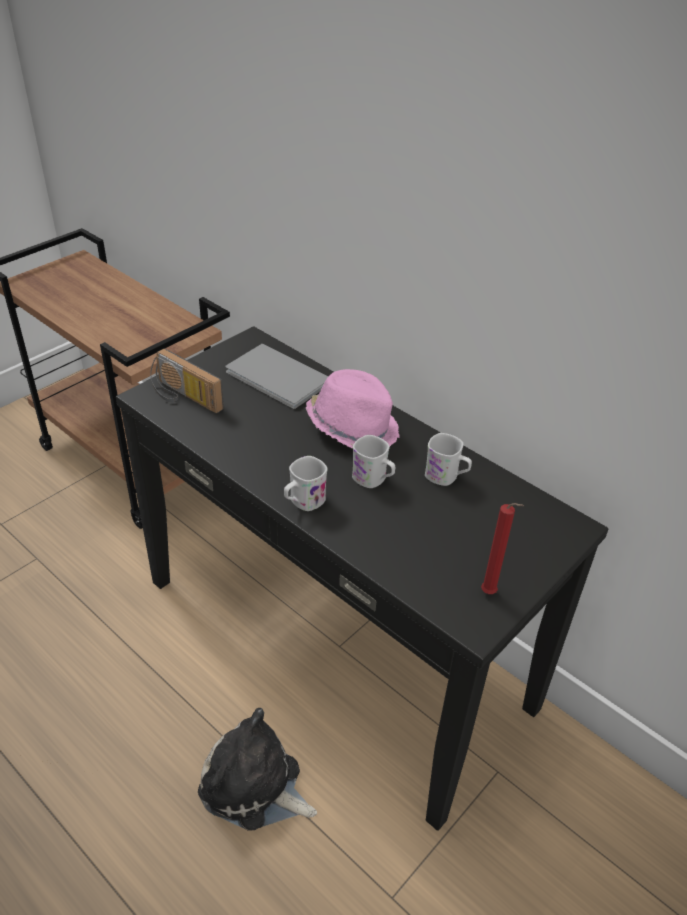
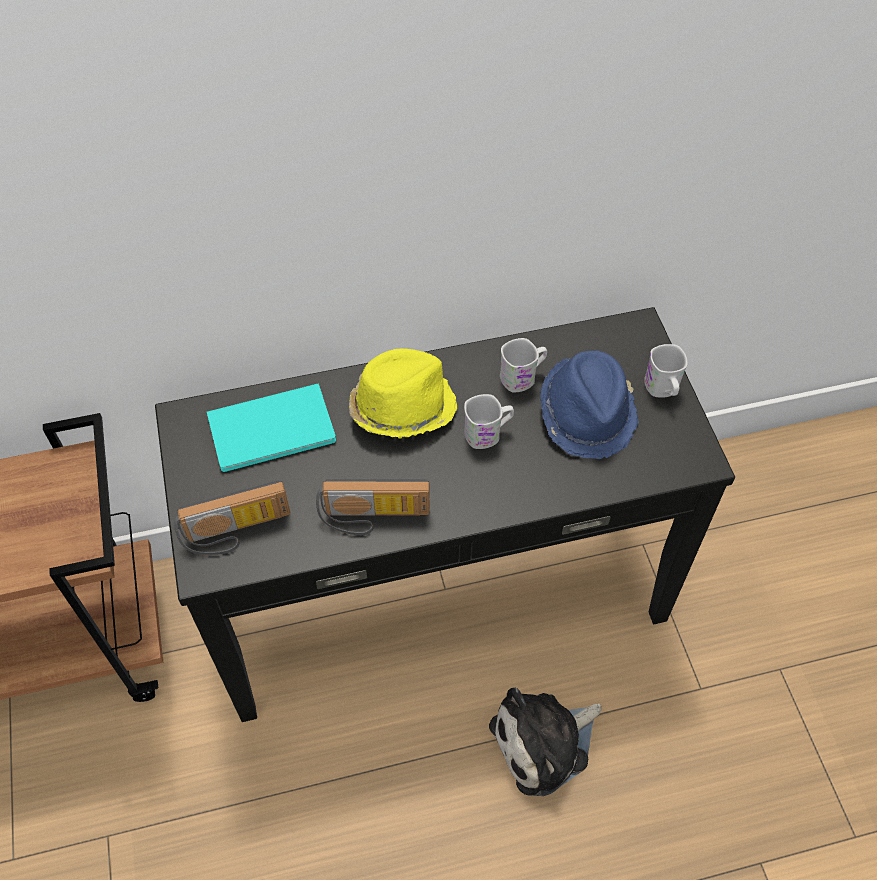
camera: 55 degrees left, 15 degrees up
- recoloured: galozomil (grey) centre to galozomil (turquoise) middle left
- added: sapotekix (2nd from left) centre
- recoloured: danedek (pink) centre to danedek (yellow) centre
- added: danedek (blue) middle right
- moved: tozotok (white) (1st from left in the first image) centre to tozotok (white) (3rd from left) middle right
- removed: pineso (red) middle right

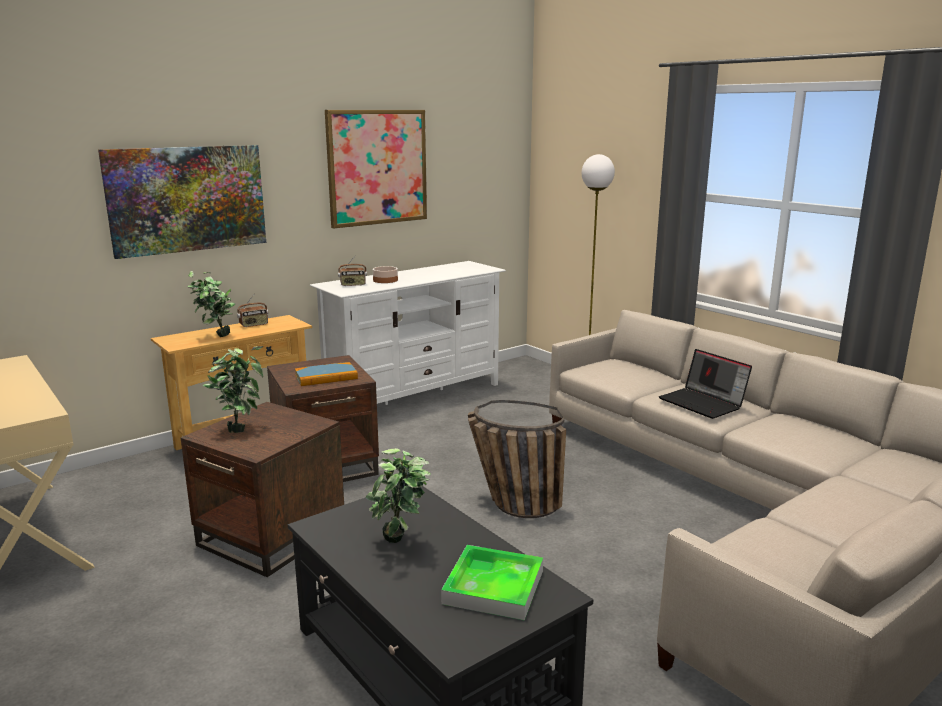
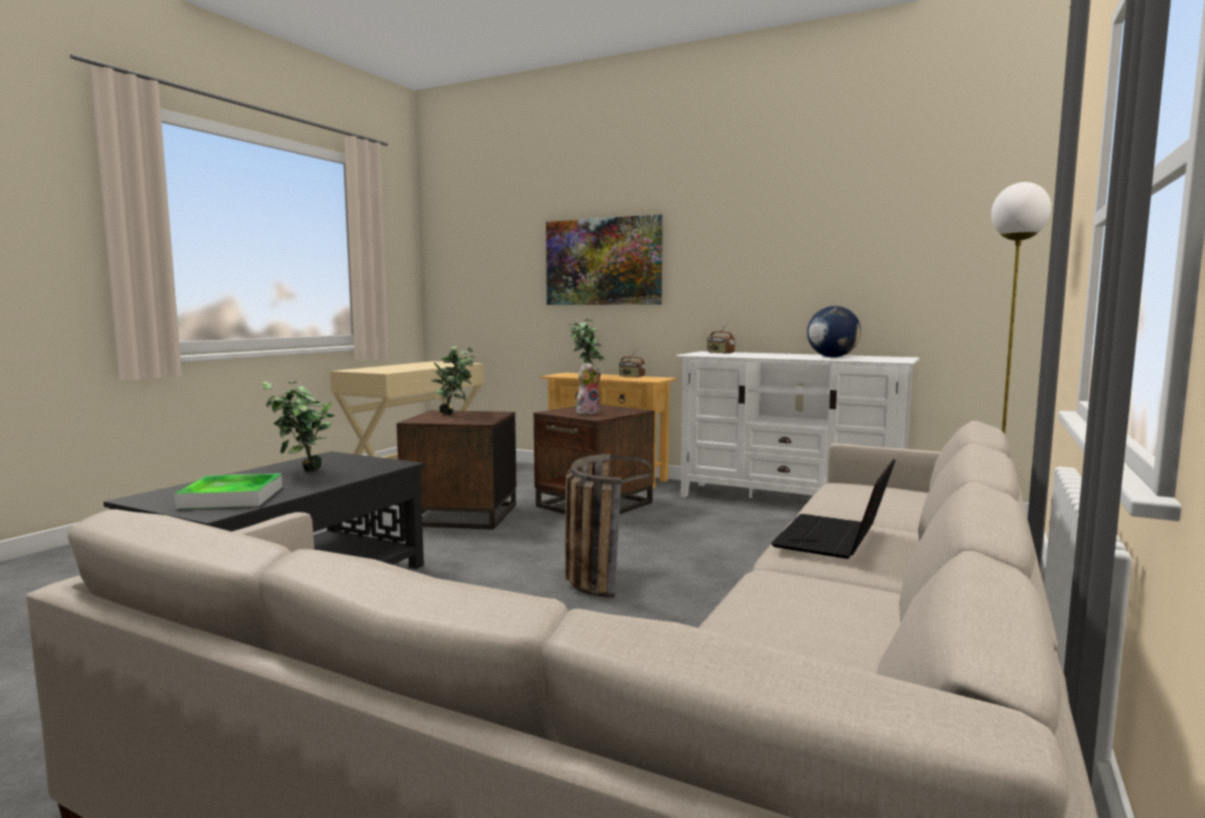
camera: 65 degrees right, 10 degrees down
- replaced: galozomil centre to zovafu centre
- added: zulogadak middle right
- removed: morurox (2nd from left) top centre
- removed: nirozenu centre

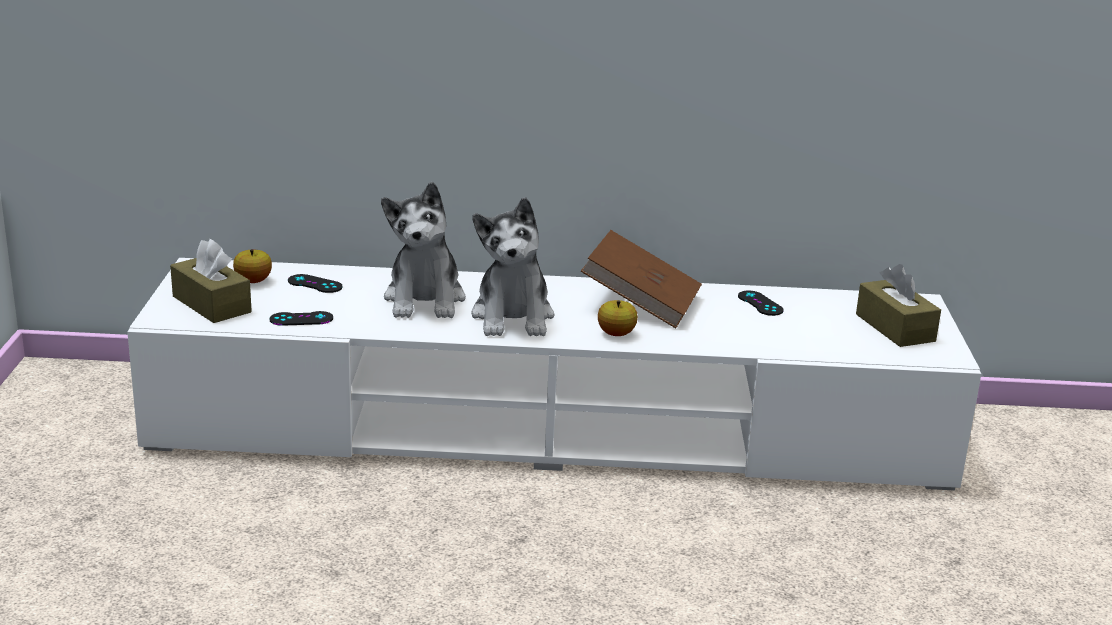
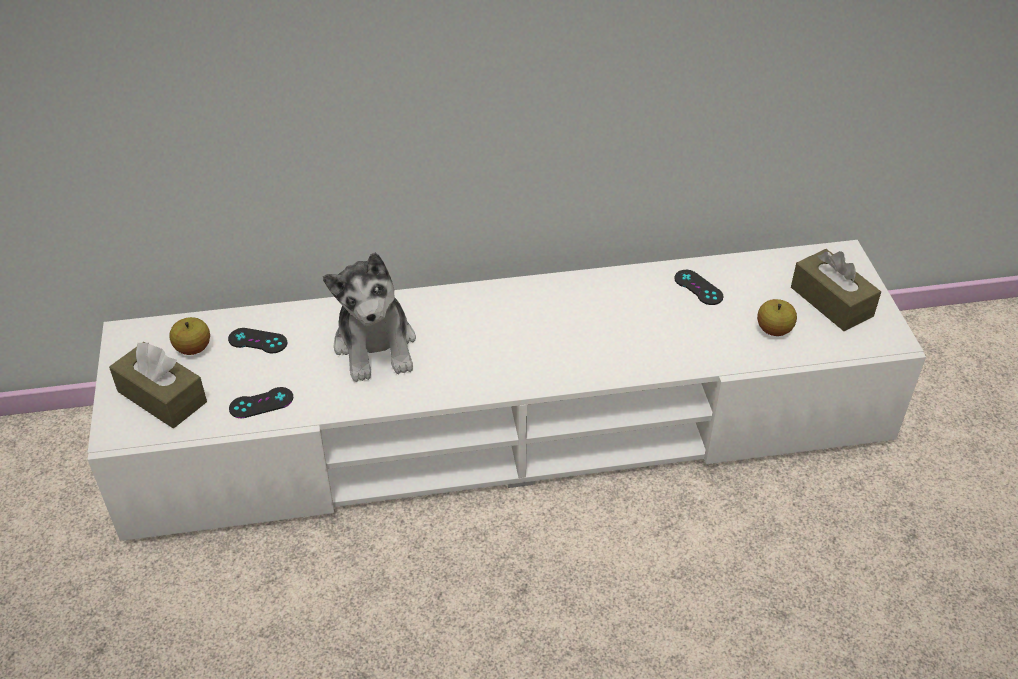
camera: 10 degrees left, 20 degrees up
- moved: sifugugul (2nd from left) centre to middle right
- removed: zovafu (2nd from left) centre
- removed: galozomil (brown) centre

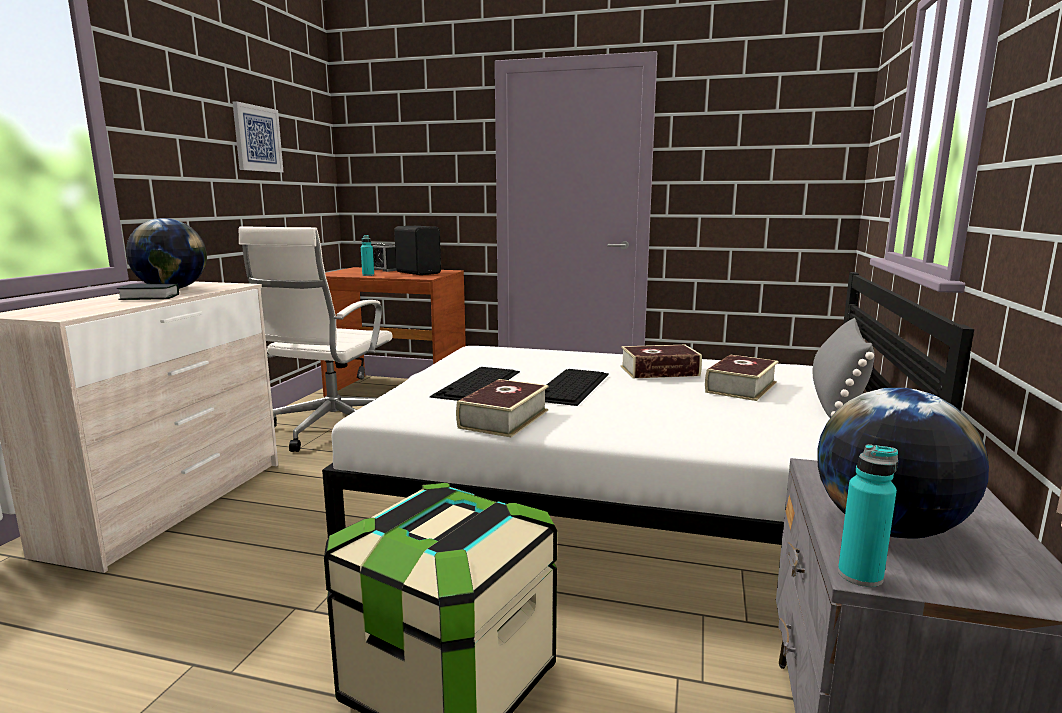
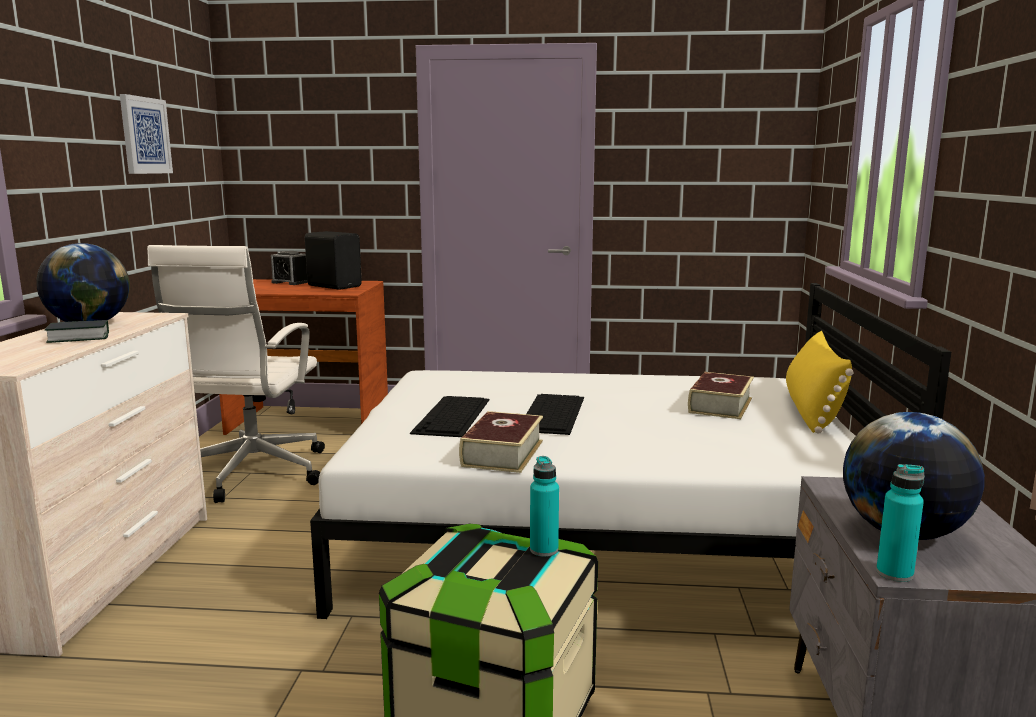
camera: 10 degrees left, 0 degrees up
- moved: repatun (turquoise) (1st from left) centre to bottom centre
- recoloured: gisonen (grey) middle right to gisonen (yellow) middle right
- removed: galozomil (3rd from left) centre

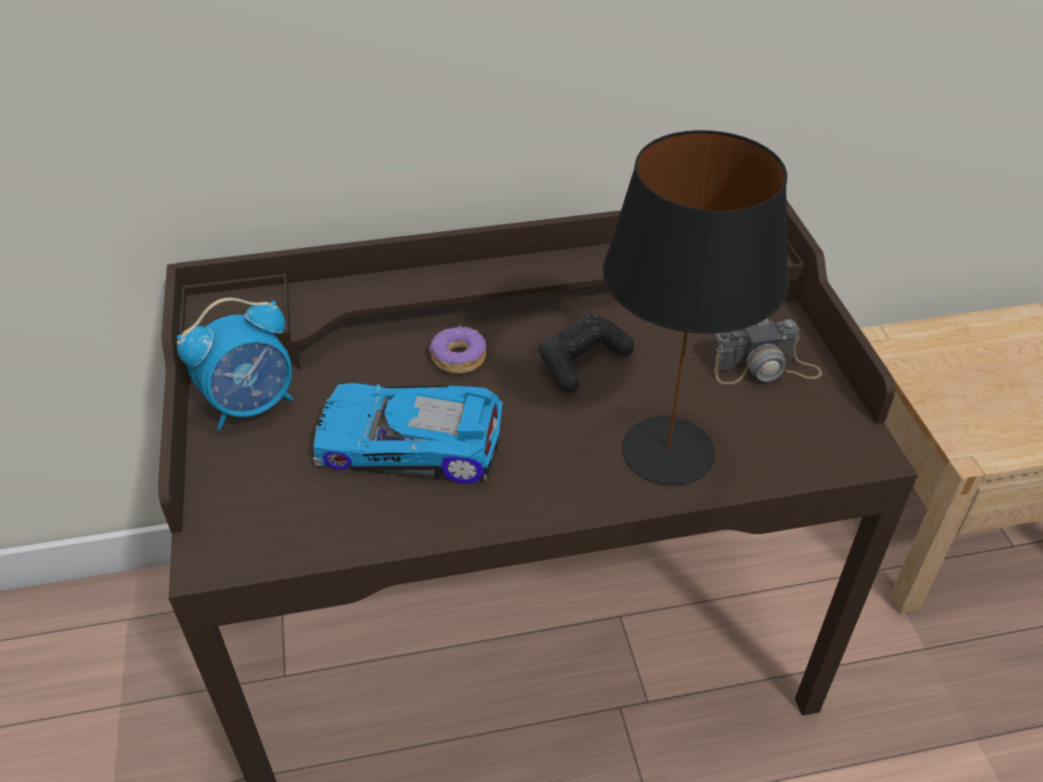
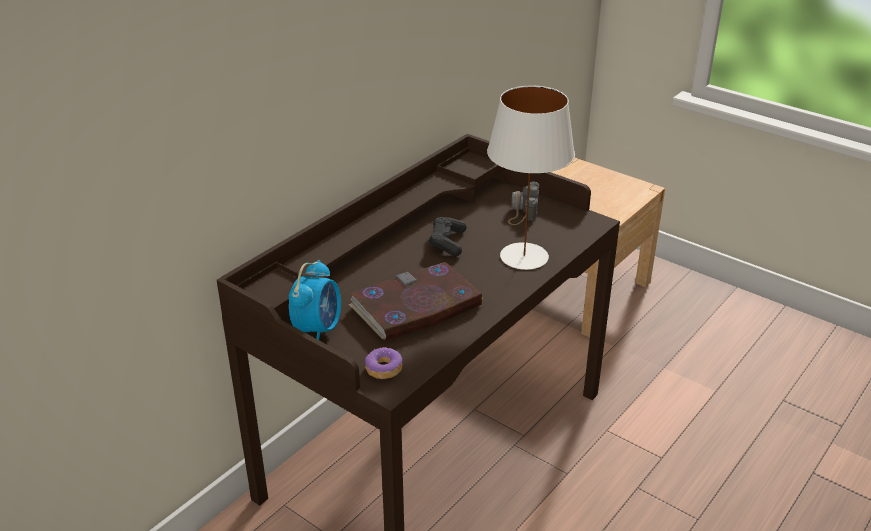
camera: 40 degrees left, 10 degrees down
- replaced: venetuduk centre to galozomil centre
- moved: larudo centre to bottom centre
- recoloured: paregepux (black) middle right to paregepux (white) centre
- turned: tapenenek middle right = centre 150 degrees clockwise

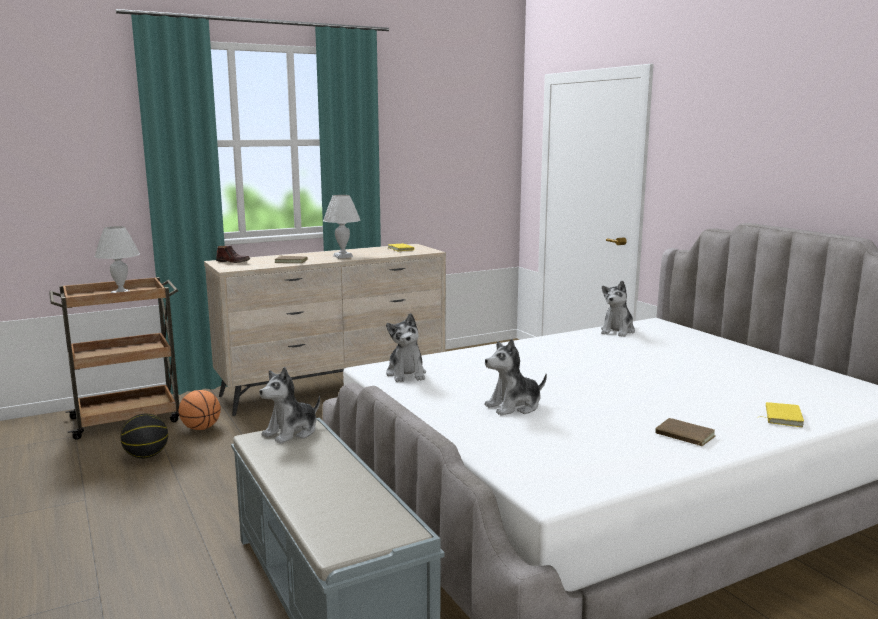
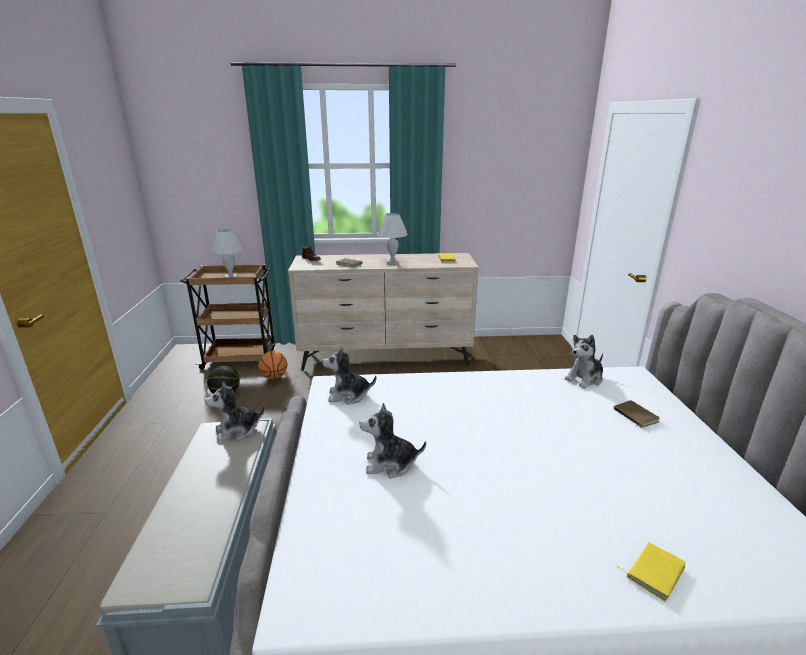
camera: 25 degrees right, 10 degrees up
- turned: zovafu (2nd from left) centre = centre 75 degrees clockwise
- moved: galozomil (brown) (2nd from left) bottom right to middle right

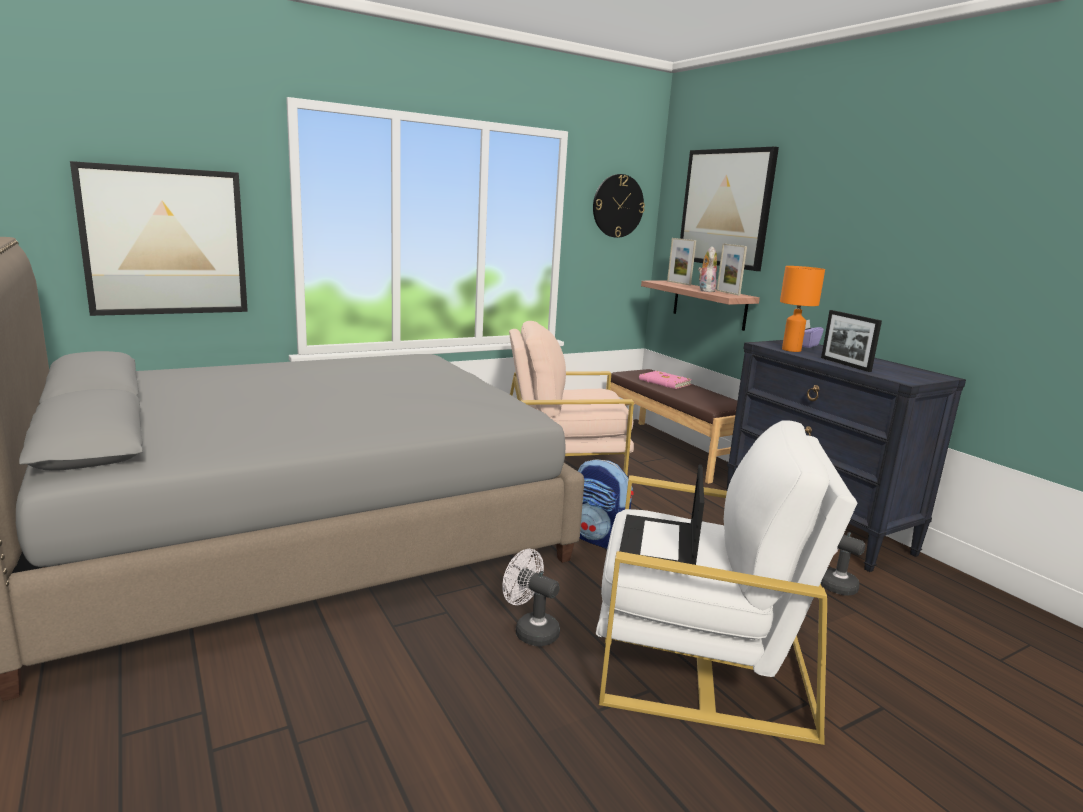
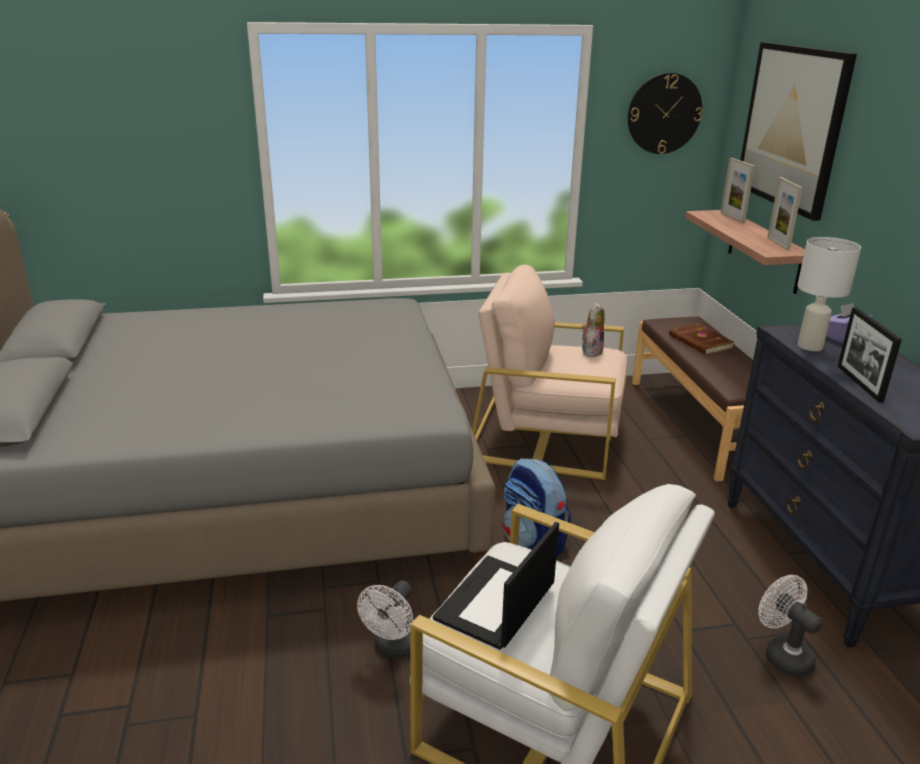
camera: 20 degrees right, 10 degrees up
- turned: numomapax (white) (1st from left) bottom centre = bottom centre 120 degrees counterclockwise
- moved: zovafu top centre to centre
- recoloured: galozomil (pink) centre to galozomil (brown) middle right
- recoloured: paregepux (orange) middle right to paregepux (white) middle right
- removed: morurox (1st from left) top left

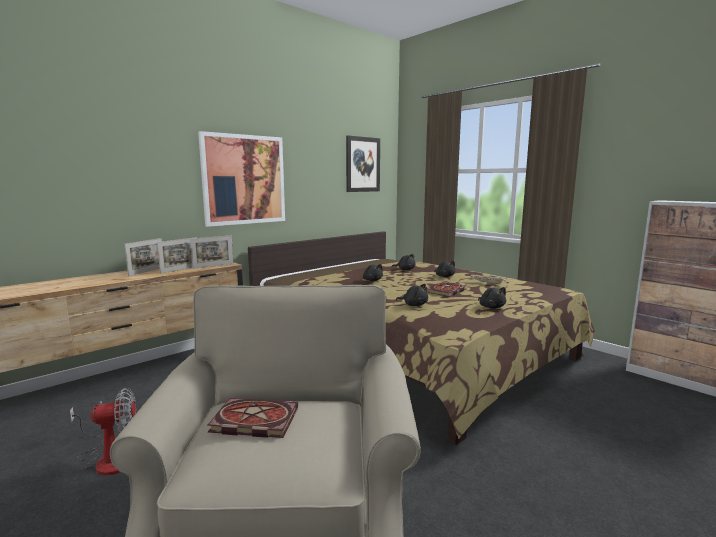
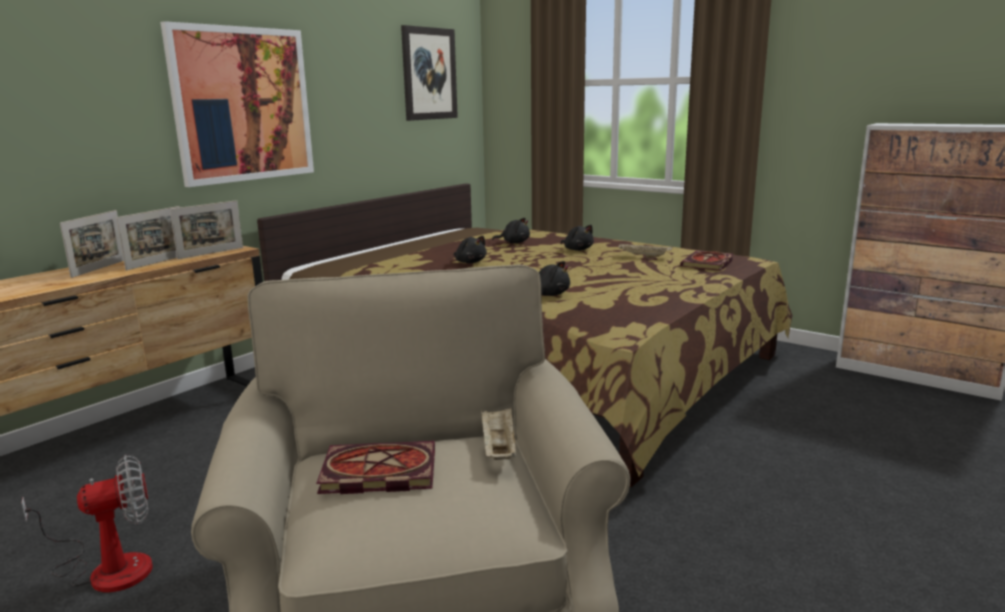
camera: 10 degrees left, 5 degrees up
- added: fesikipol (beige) (1st from left) bottom centre
- moved: galozomil (2nd from left) centre to middle right
- removed: zovafu (black) (5th from left) middle right

